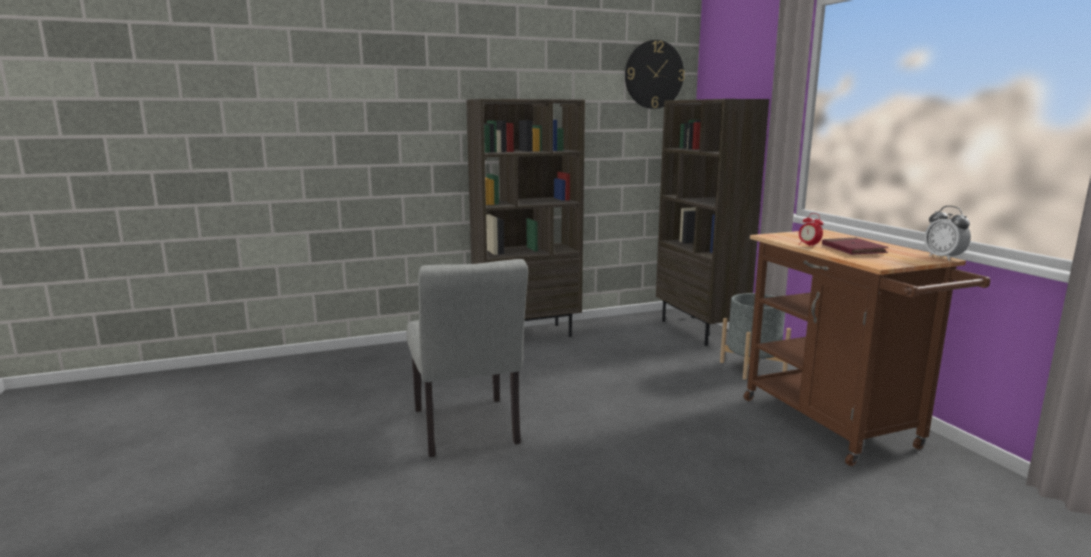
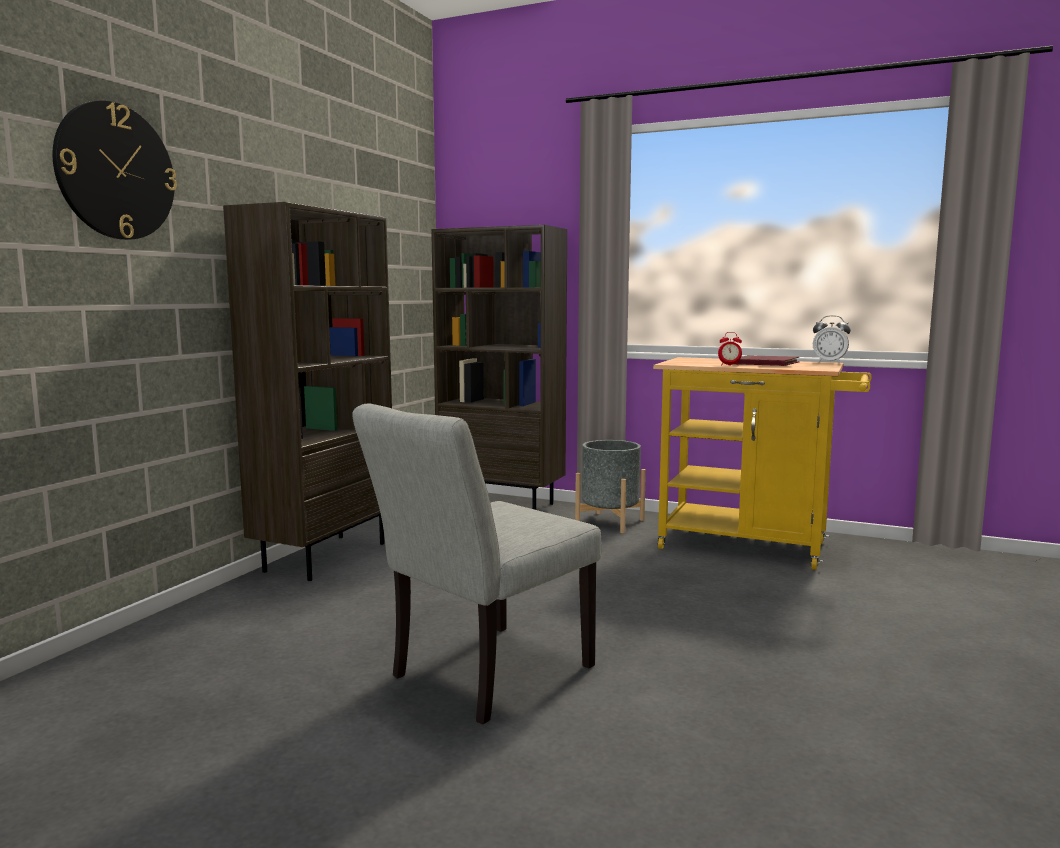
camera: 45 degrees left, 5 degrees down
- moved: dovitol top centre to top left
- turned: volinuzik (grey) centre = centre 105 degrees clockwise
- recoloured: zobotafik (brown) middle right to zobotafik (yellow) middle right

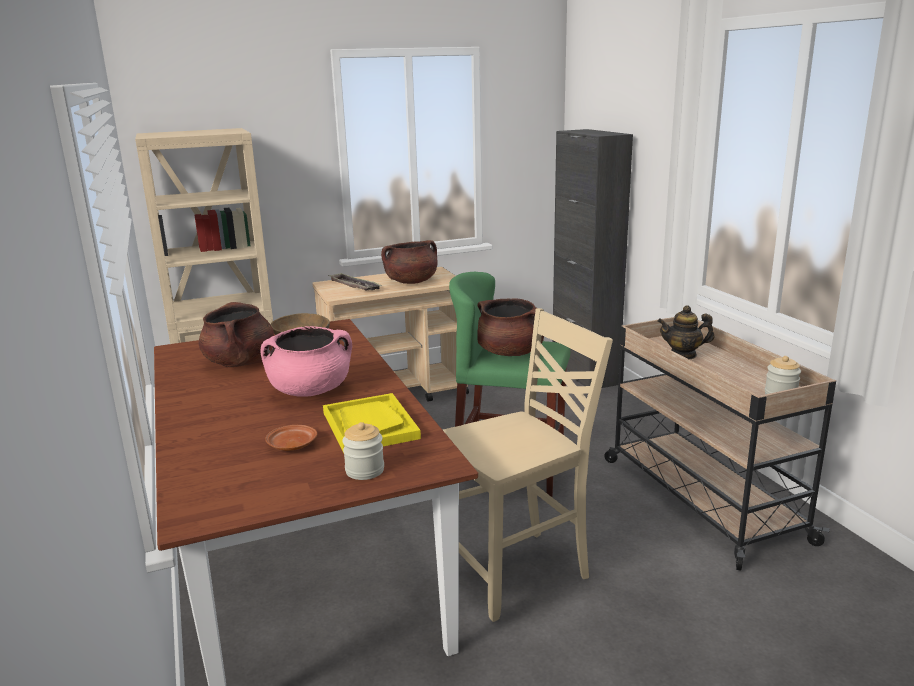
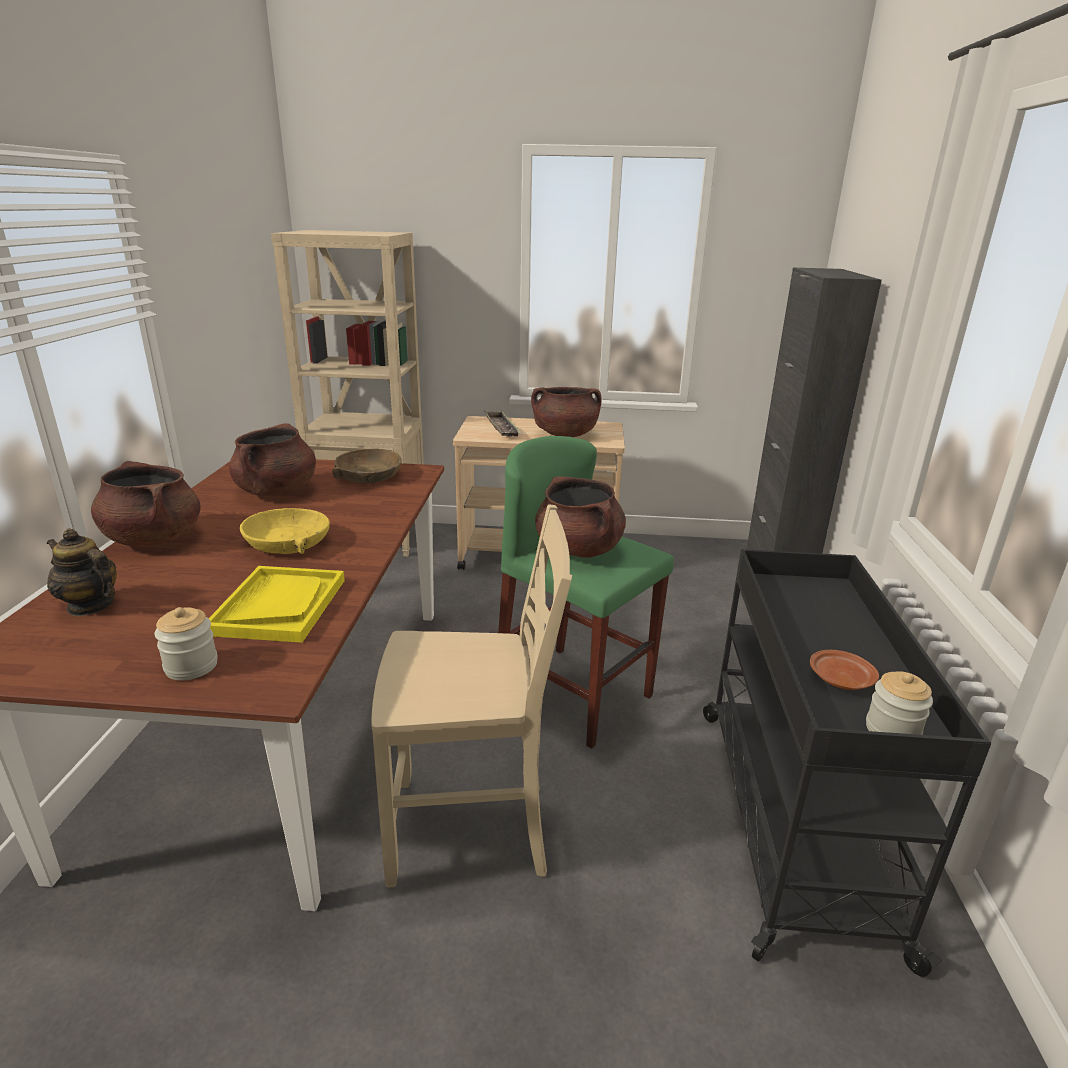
camera: 25 degrees right, 5 degrees up
- moved: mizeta middle right to middle left
- added: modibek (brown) (1st from left) middle left
- replaced: modibek (pink) centre to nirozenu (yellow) middle left
- recoloured: zobotafik (beige) (2nd from left) middle right to zobotafik (black) bottom right
- moved: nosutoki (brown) middle left to middle right

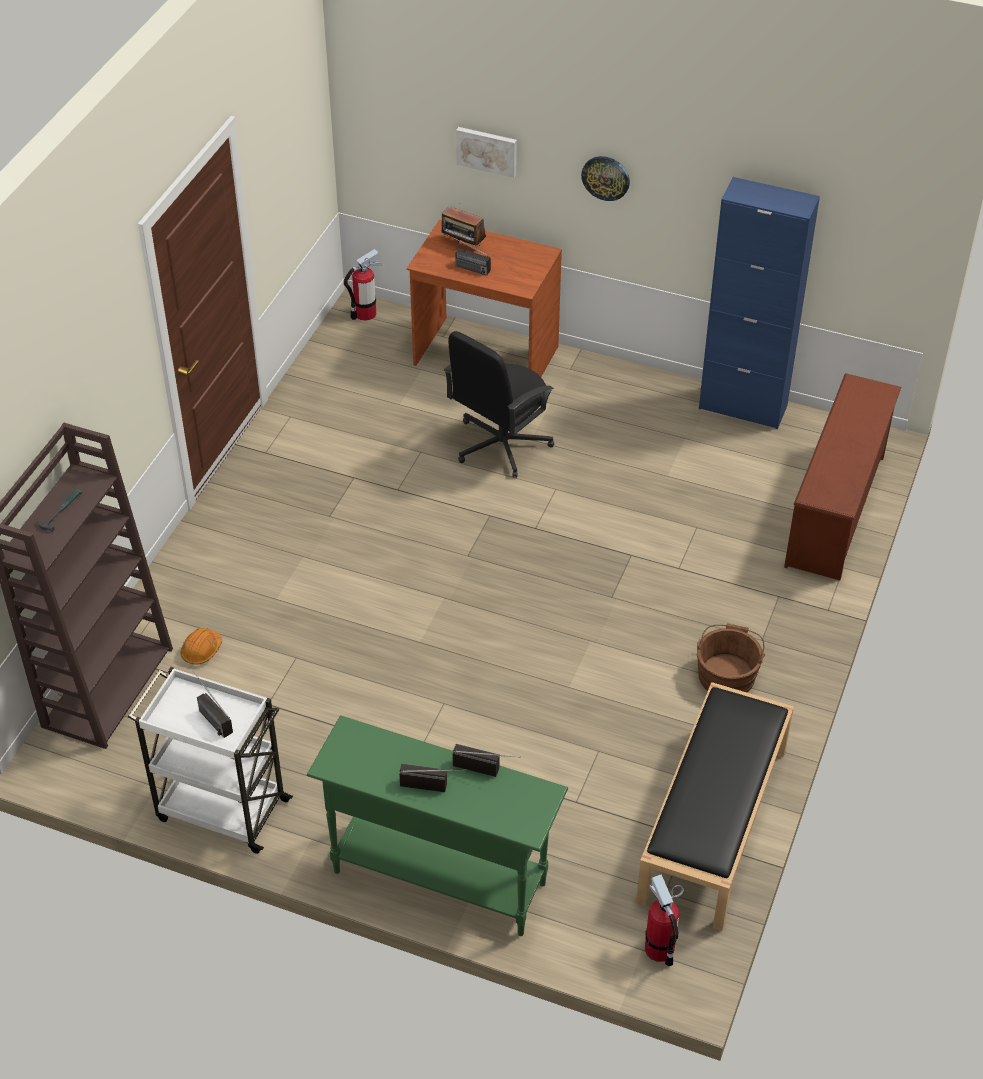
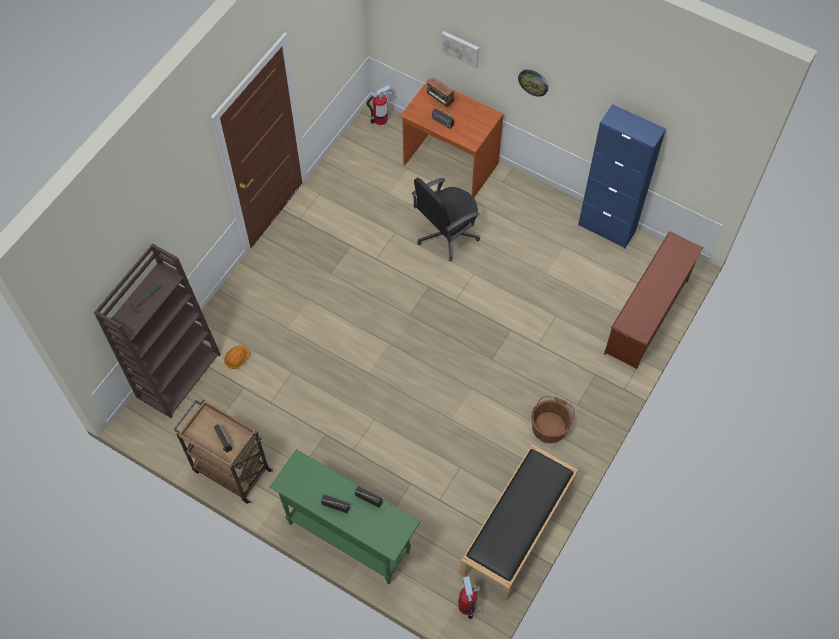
camera: 10 degrees right, 15 degrees up
- recoloured: zobotafik (white) bottom left to zobotafik (brown) bottom left

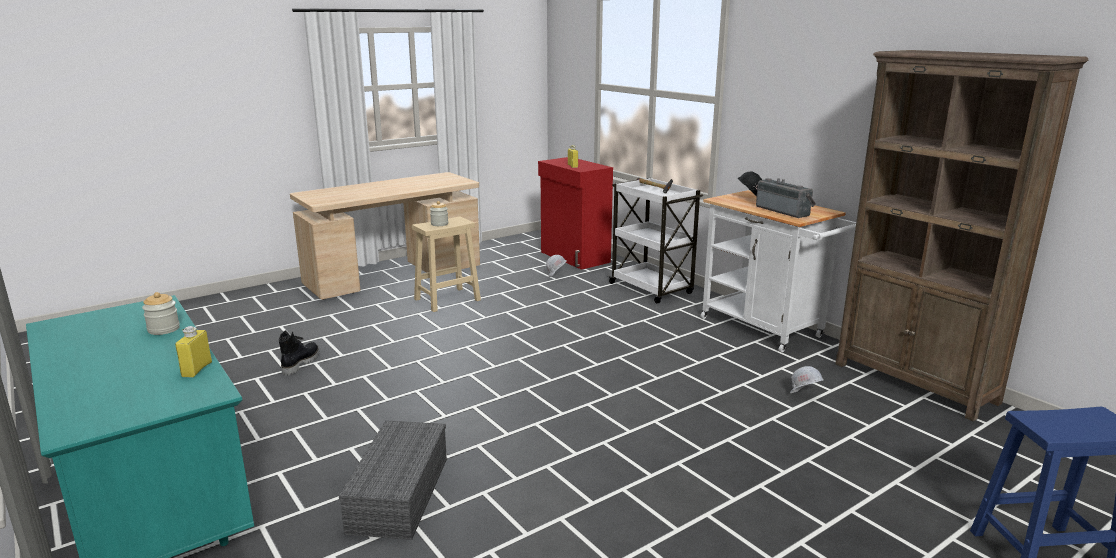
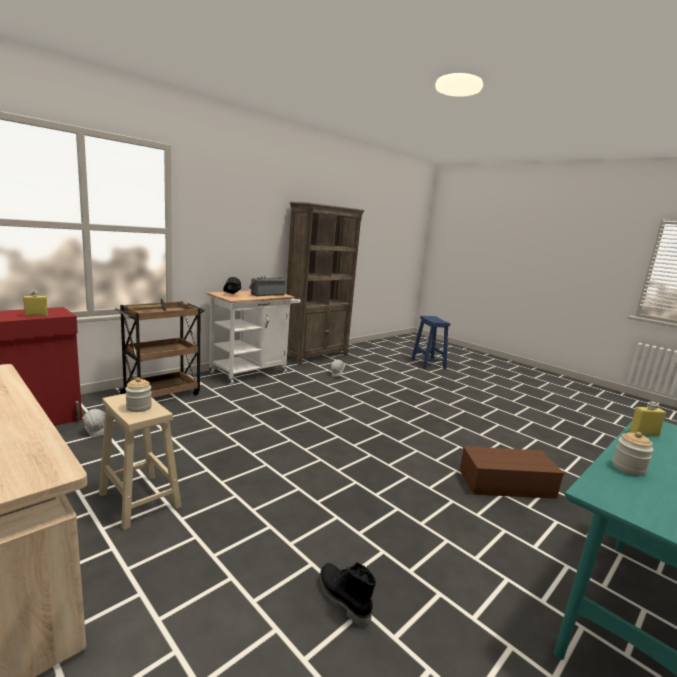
camera: 100 degrees left, 5 degrees down
- recoloured: zobotafik (white) (1st from left) centre to zobotafik (brown) middle left
- turned: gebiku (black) middle left = bottom centre 45 degrees clockwise
- recoloured: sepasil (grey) bottom centre to sepasil (brown) bottom right

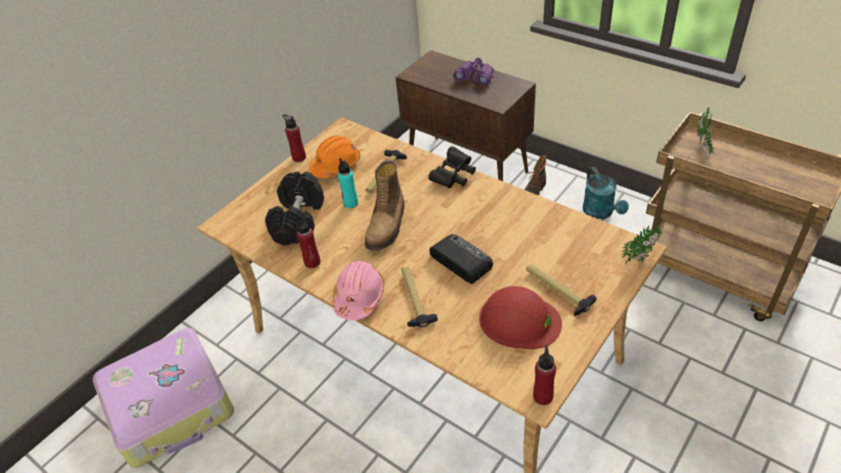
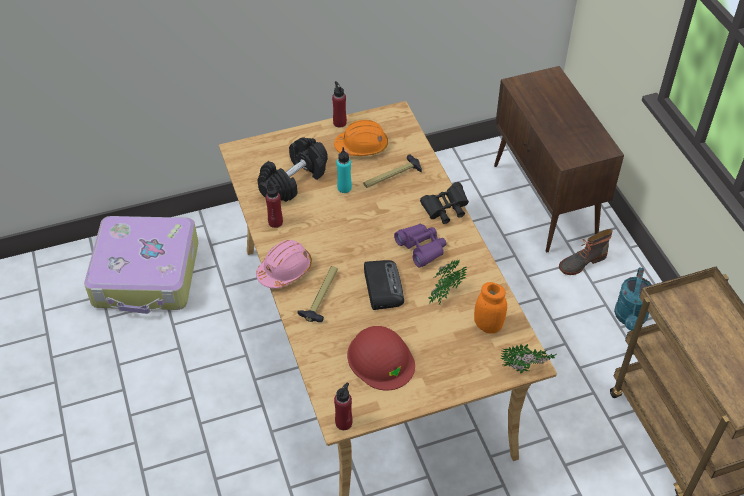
camera: 30 degrees right, 5 degrees up
- moved: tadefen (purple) top centre to centre
- moved: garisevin (2nd from left in the first image) top right to garisevin (1st from left) centre
- added: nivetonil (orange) centre
- removed: gebiku (1st from left) centre
- removed: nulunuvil (3rd from left) middle right

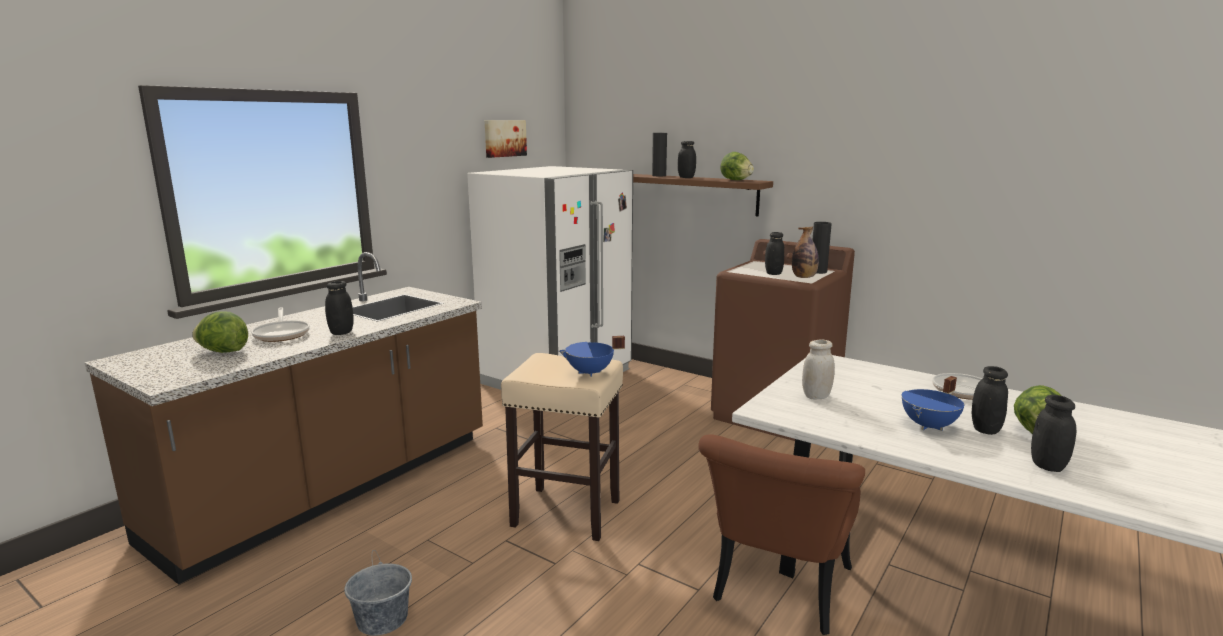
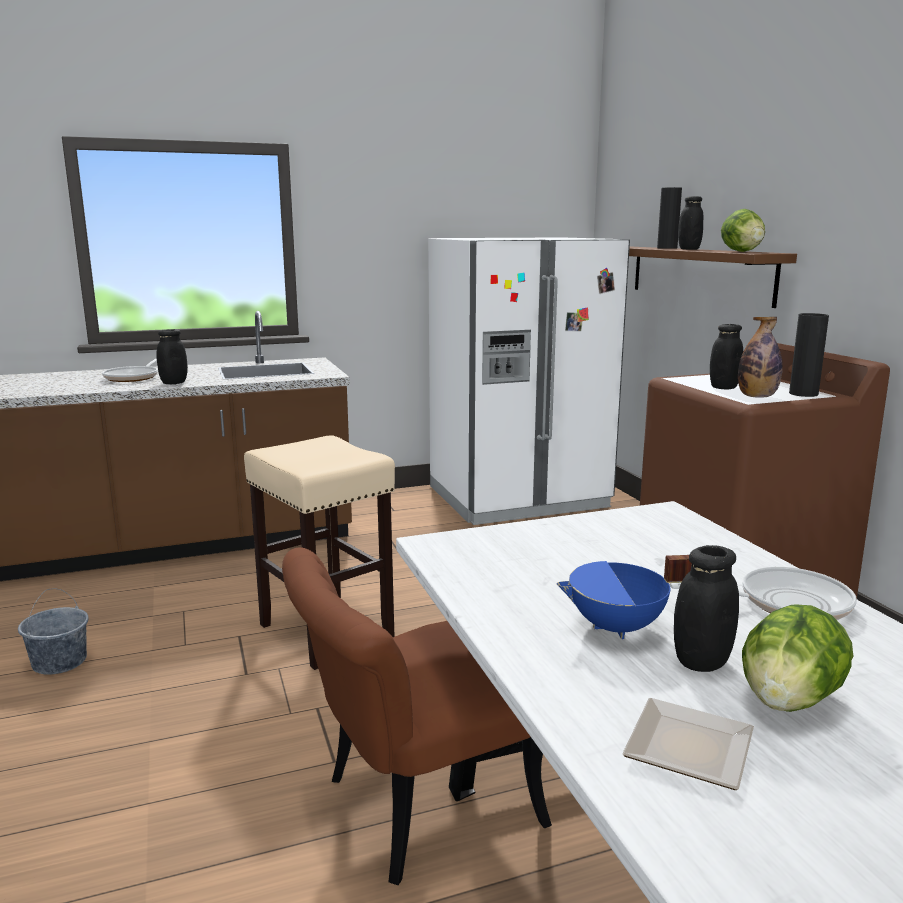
camera: 35 degrees right, 0 degrees up
- replaced: nivetonil (black) (5th from left) bottom right to nosutoki bottom right
- removed: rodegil (1st from left) middle left
- removed: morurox top centre
- removed: modibek (blue) (1st from left) centre
- removed: nivetonil (white) middle right

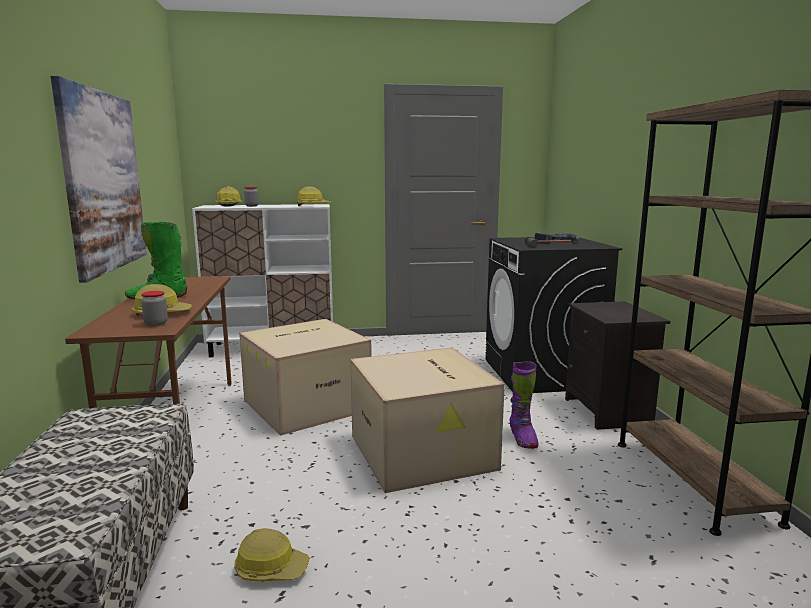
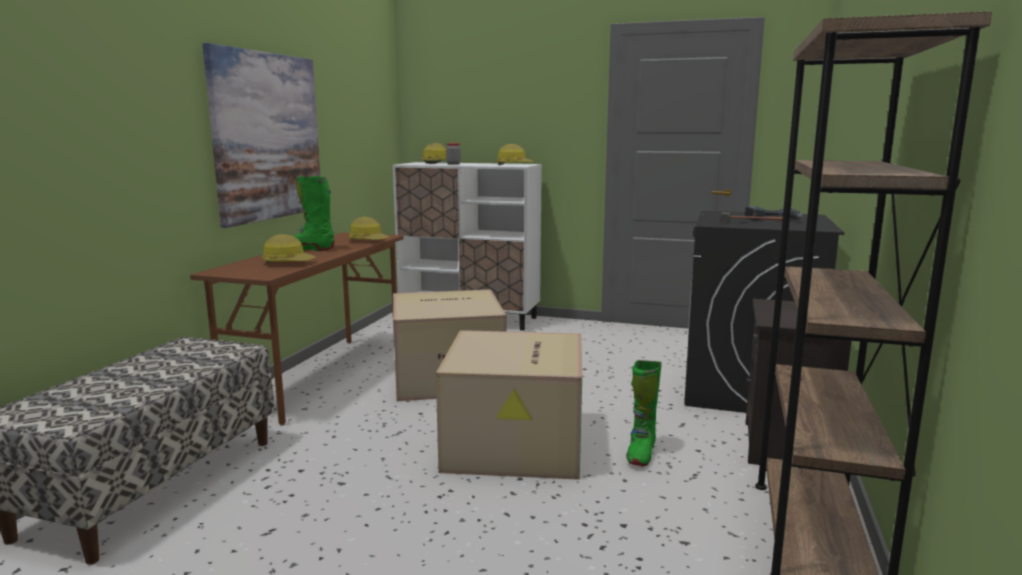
camera: 25 degrees right, 0 degrees up
- moved: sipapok (3rd from left in the first image) bottom centre to sipapok (2nd from left) centre
- recoloured: gebiku (purple) centre to gebiku (green) (2nd from left) bottom centre
- removed: nivetonil (1st from left) middle left

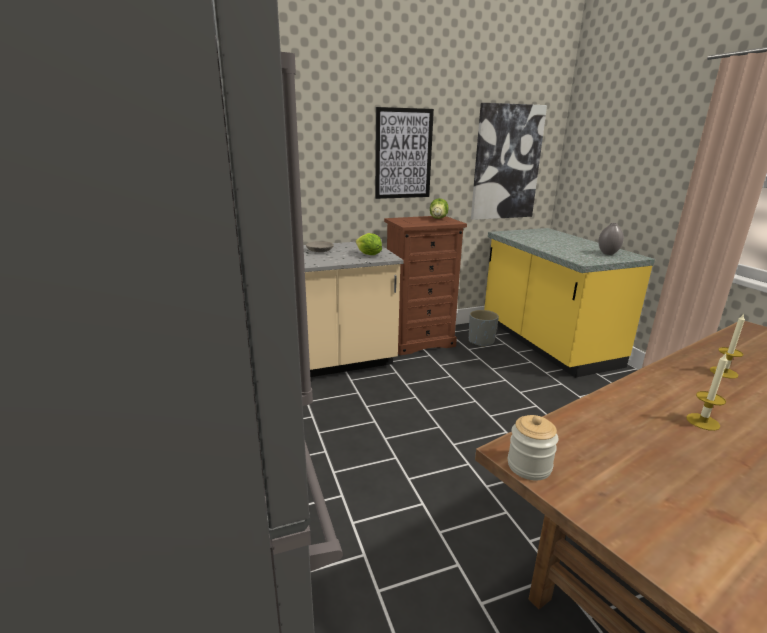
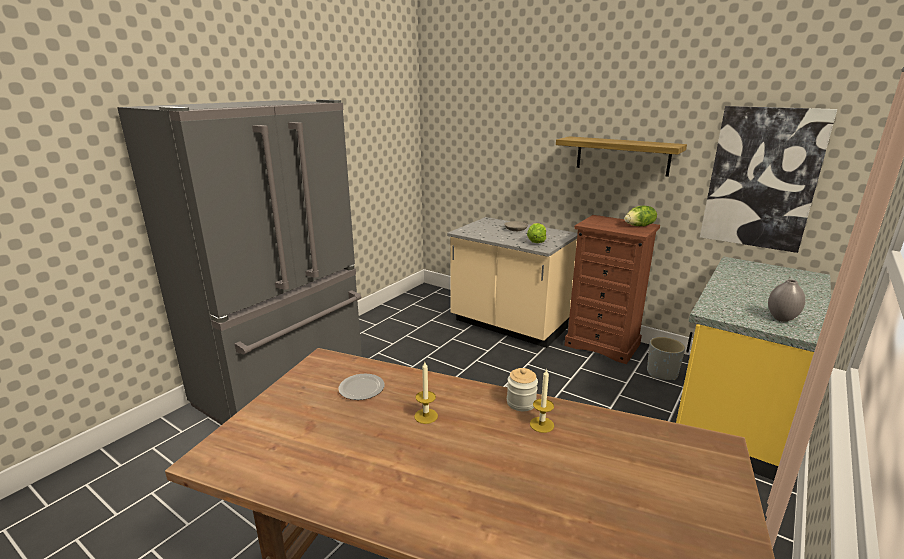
camera: 55 degrees right, 0 degrees up
- added: nosutoki bottom centre
- moved: nivetonil bottom right to bottom centre
- replaced: morurox (1st from left) top centre to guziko top right

